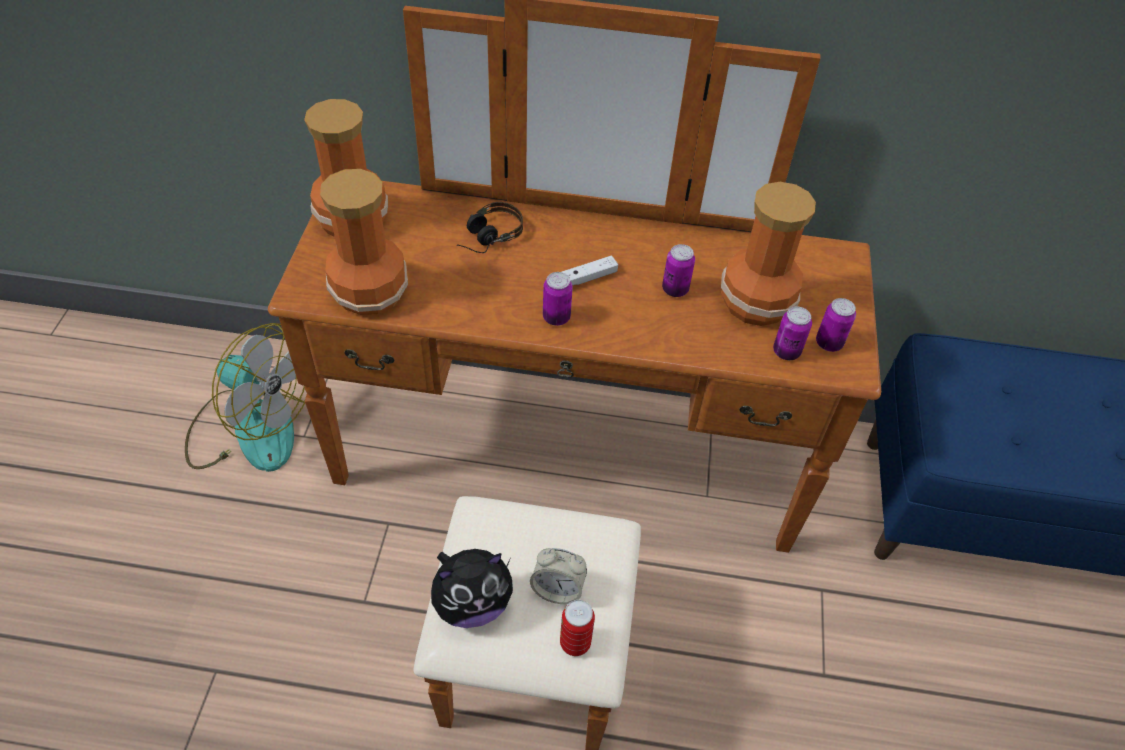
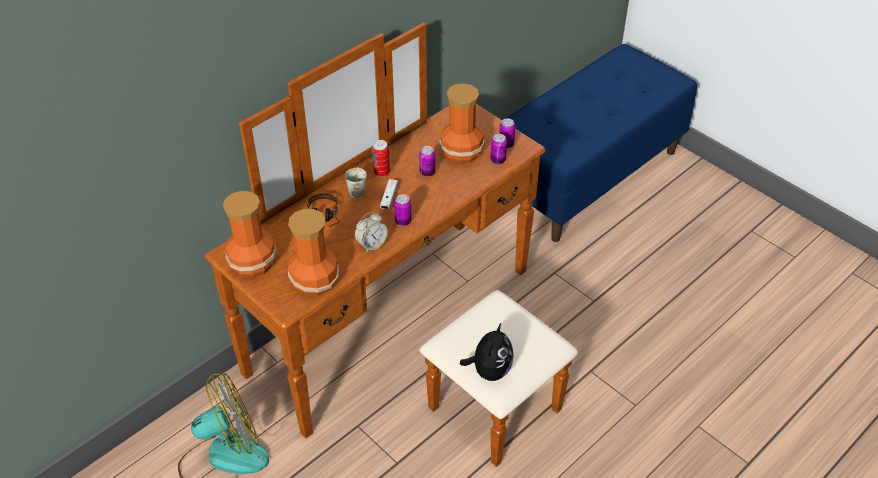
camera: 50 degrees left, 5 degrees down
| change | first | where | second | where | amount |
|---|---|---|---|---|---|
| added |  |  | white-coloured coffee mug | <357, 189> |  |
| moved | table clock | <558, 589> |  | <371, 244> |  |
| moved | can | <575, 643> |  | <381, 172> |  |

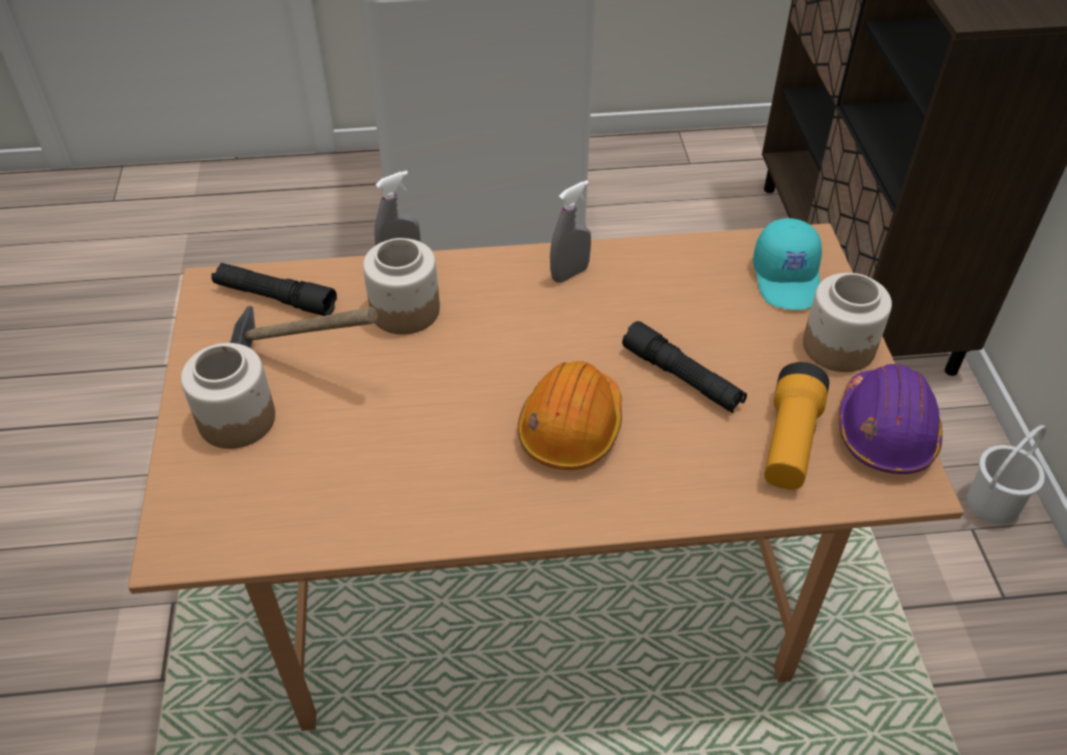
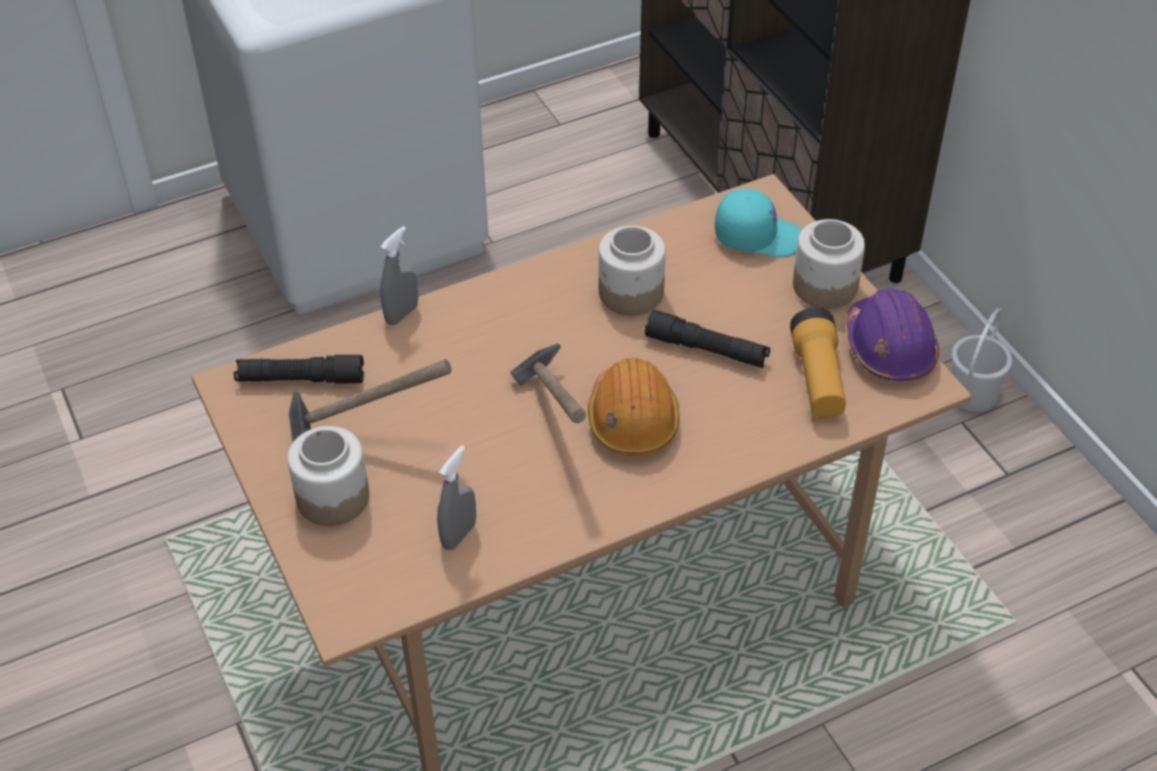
camera: 20 degrees left, 0 degrees up
| change | first | where | second | where | amount |
|---|---|---|---|---|---|
| added |  |  | tool hammer | <555, 419> |  |
| moved | preserve jar | <404, 311> |  | <630, 293> |  |
| moved | grey spray bottle | <569, 274> |  | <459, 535> |  |
| turned | turquoise-coloured cap | <788, 278> |  | <758, 236> | 60 degrees counterclockwise |

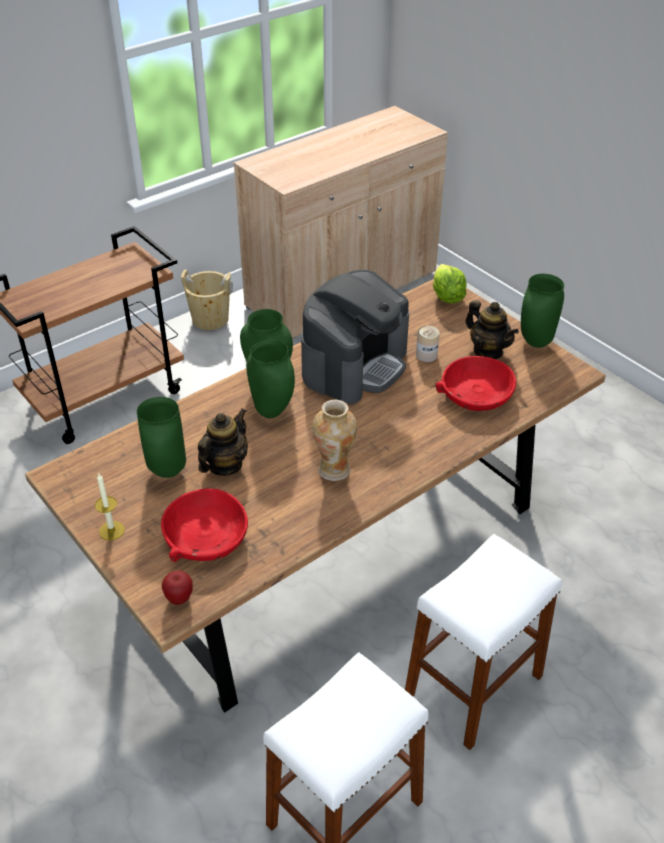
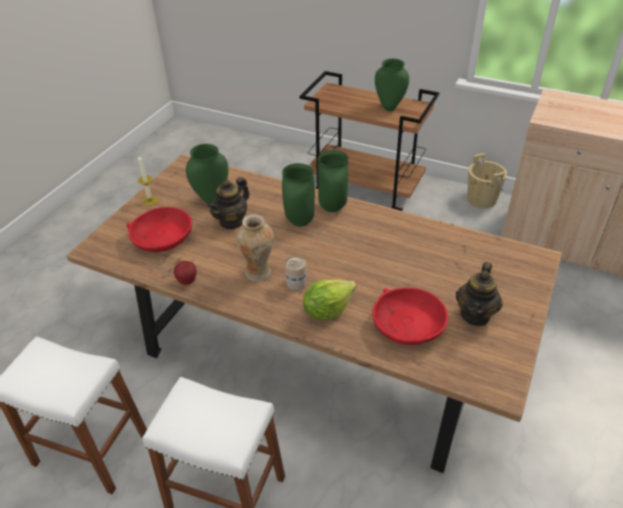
camera: 65 degrees right, 0 degrees up
| change | first | where | second | where | amount |
|---|---|---|---|---|---|
| removed | coffee brewer | <355, 365> |  |  |  |
| moved | apple fruit | <179, 598> |  | <187, 281> |  |
| moved | can | <426, 355> |  | <296, 283> |  |
| moved | lettuce | <447, 297> |  | <327, 310> |  |
| moved | greenish decorative vase | <535, 342> |  | <390, 107> |  |
| turned | tea pot | <225, 465> |  | <232, 221> | 120 degrees clockwise |

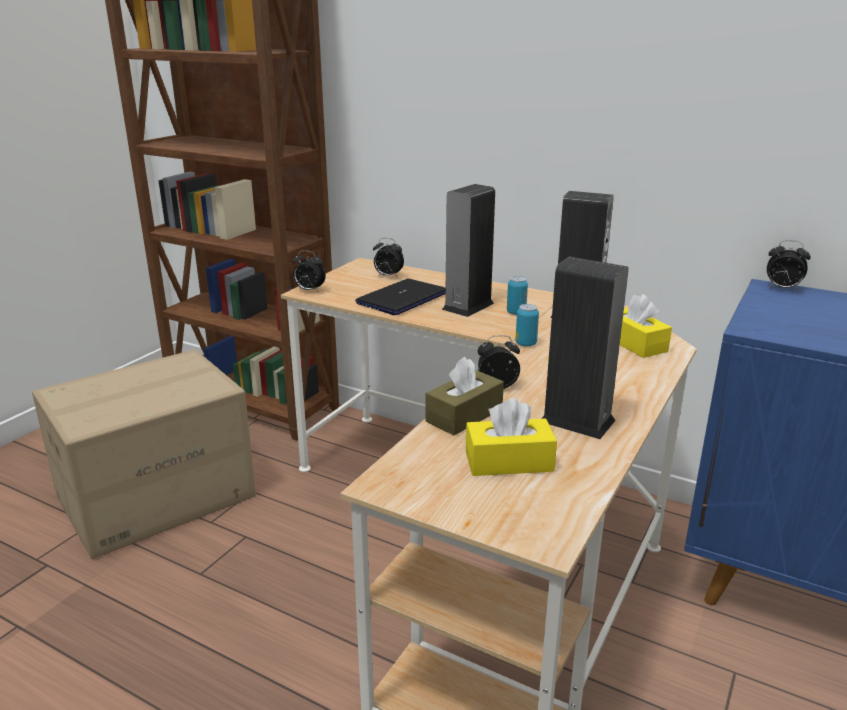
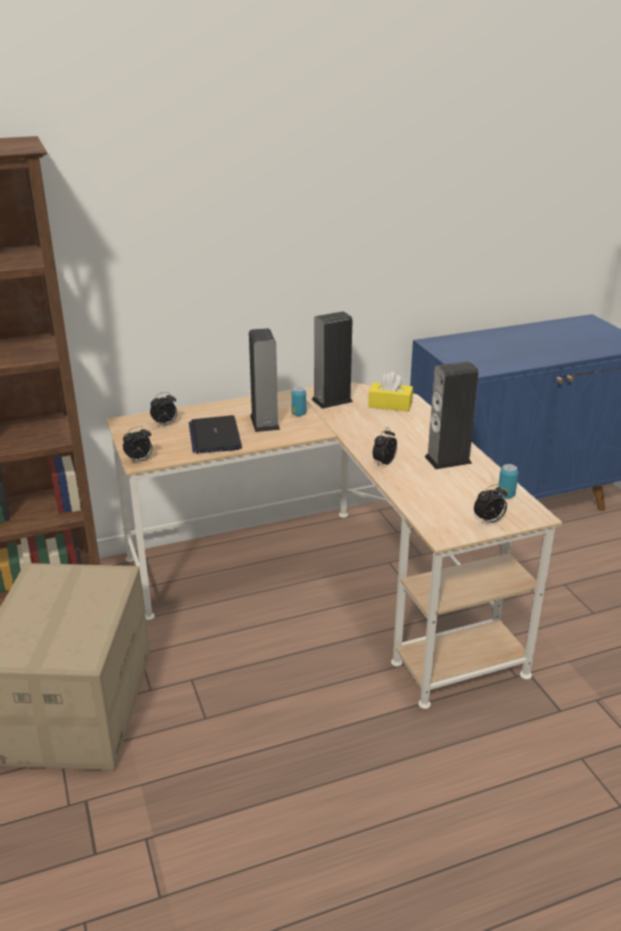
camera: 50 degrees left, 5 degrees up
| change | first | where | second | where | amount |
|---|---|---|---|---|---|
| removed | brown tissue holder | <464, 415> |  |  |  |
| removed | yellow-coloured tissue holder | <509, 462> |  |  |  |
| moved | can | <526, 344> |  | <506, 495> |  |
| moved | table clock | <782, 289> |  | <489, 521> |  |

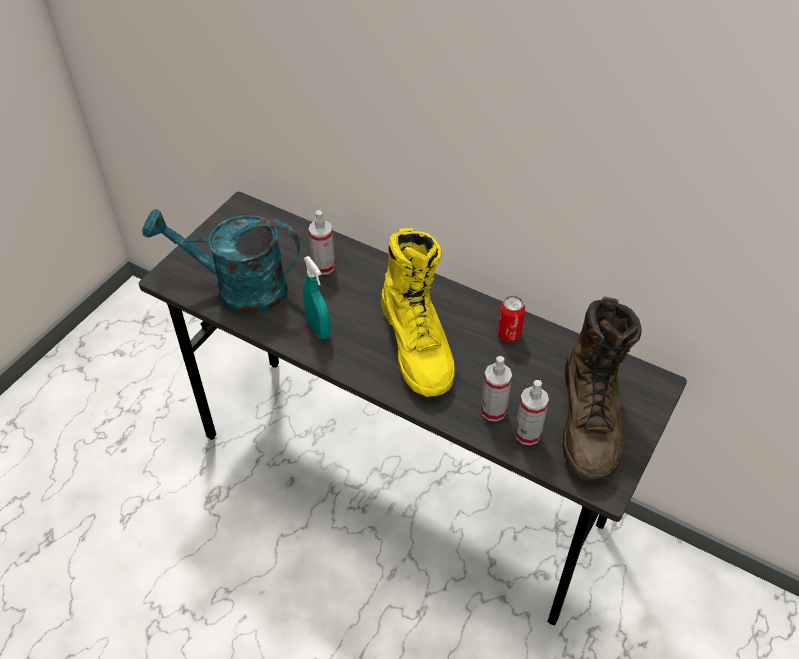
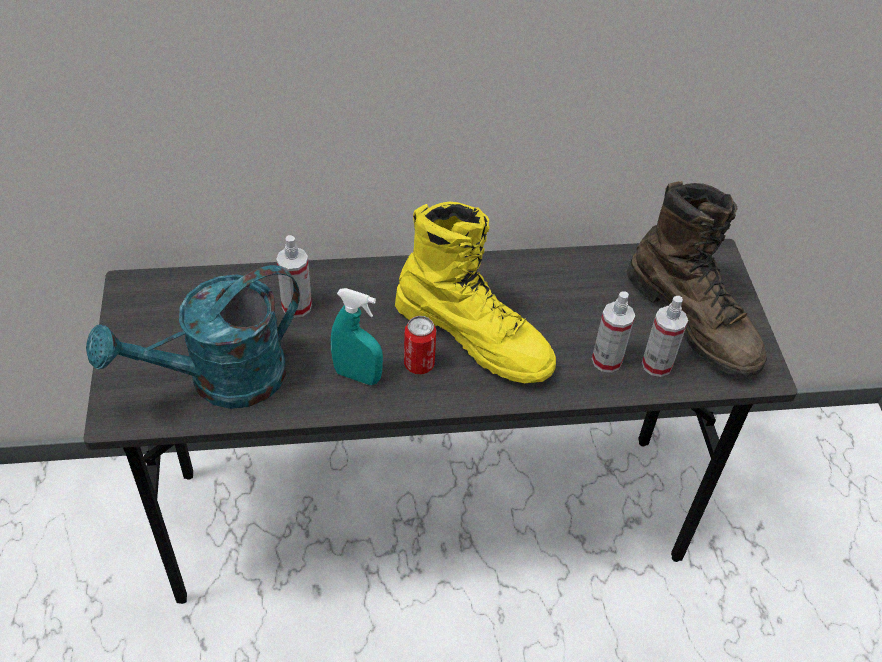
camera: 40 degrees left, 0 degrees up
| change | first | where | second | where | amount |
|---|---|---|---|---|---|
| moved | can | <509, 334> |  | <419, 364> |  |

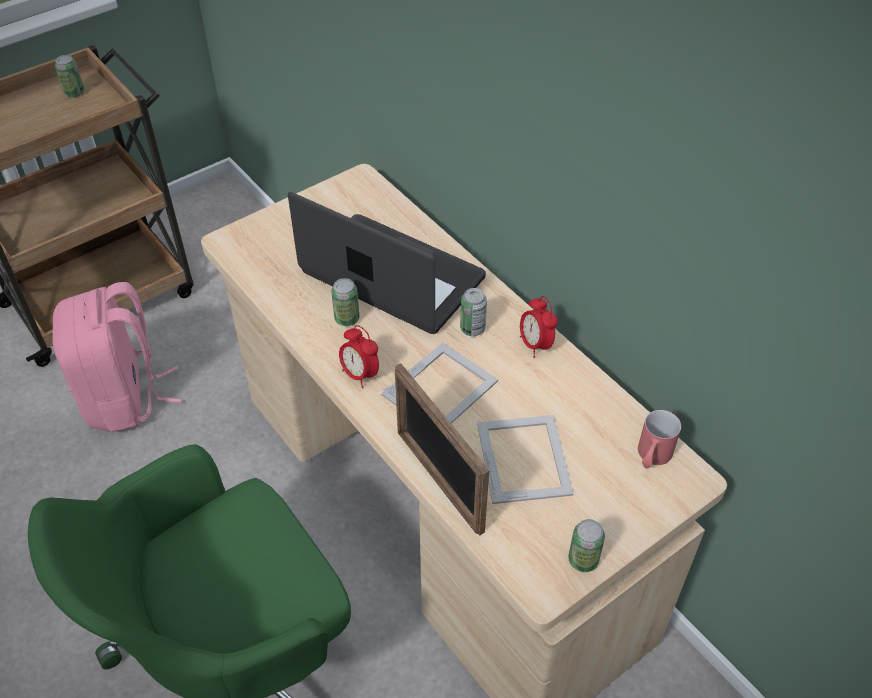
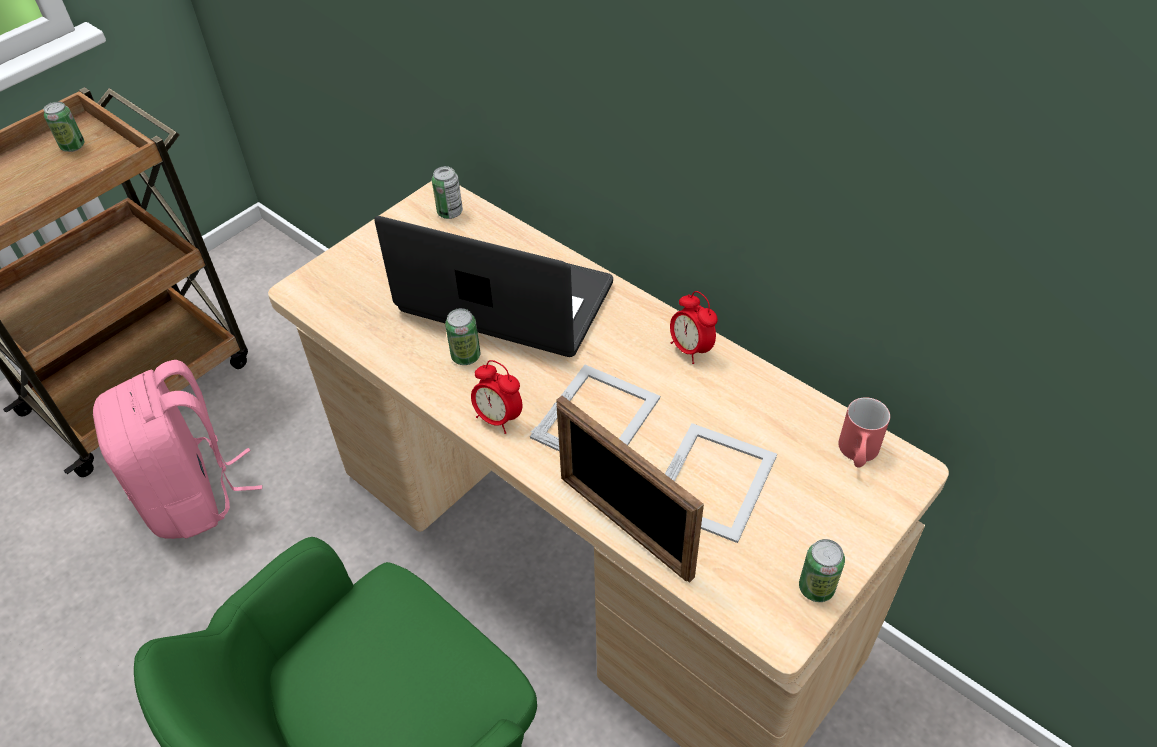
camera: 10 degrees left, 0 degrees up
| change | first | where | second | where | amount |
|---|---|---|---|---|---|
| moved | can | <472, 328> |  | <450, 212> |  |
| turned | photo frame | <524, 457> |  | <715, 480> | 45 degrees clockwise |

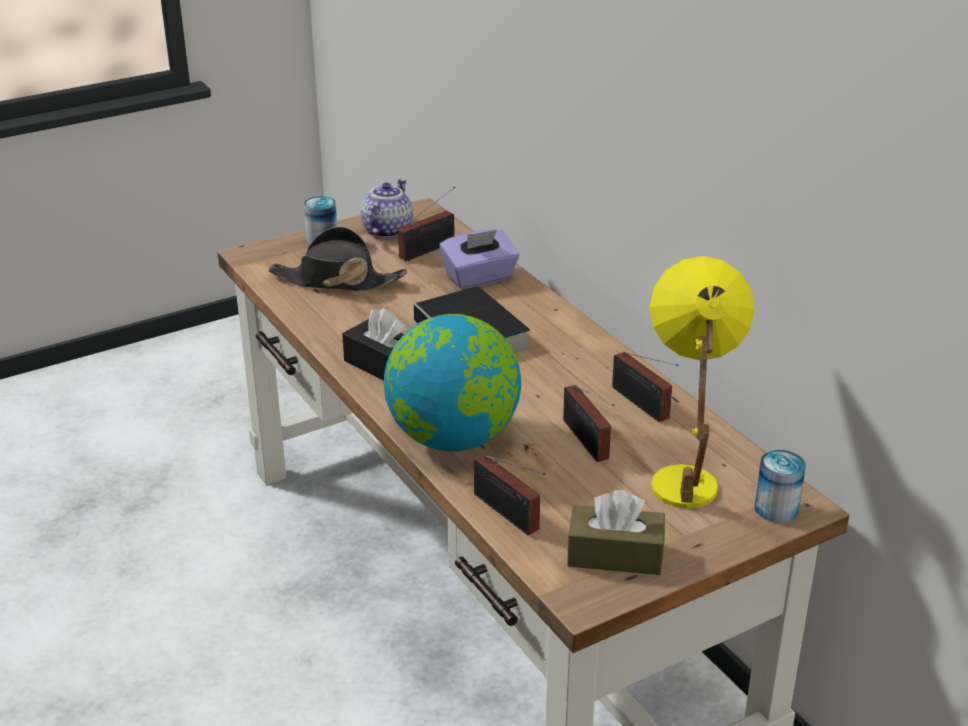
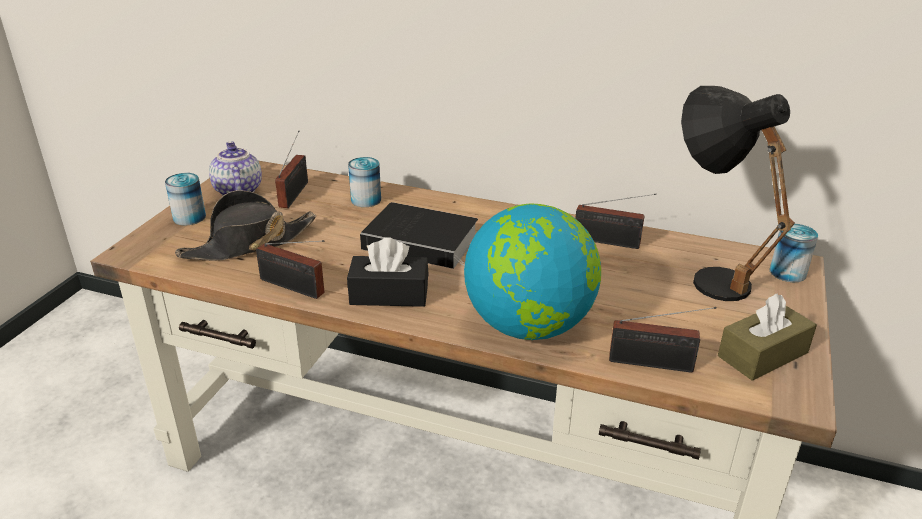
camera: 40 degrees left, 0 degrees up
| change | first | where | second | where | amount |
|---|---|---|---|---|---|
| moved | radio | <586, 442> |  | <295, 288> |  |
| replaced | purple-coloured tissue holder | <479, 278> | can | <366, 200> |  |
| recoloured | yellow-coloured lamp for a table | <687, 473> | blackish lamp for a table | <707, 274> |  |

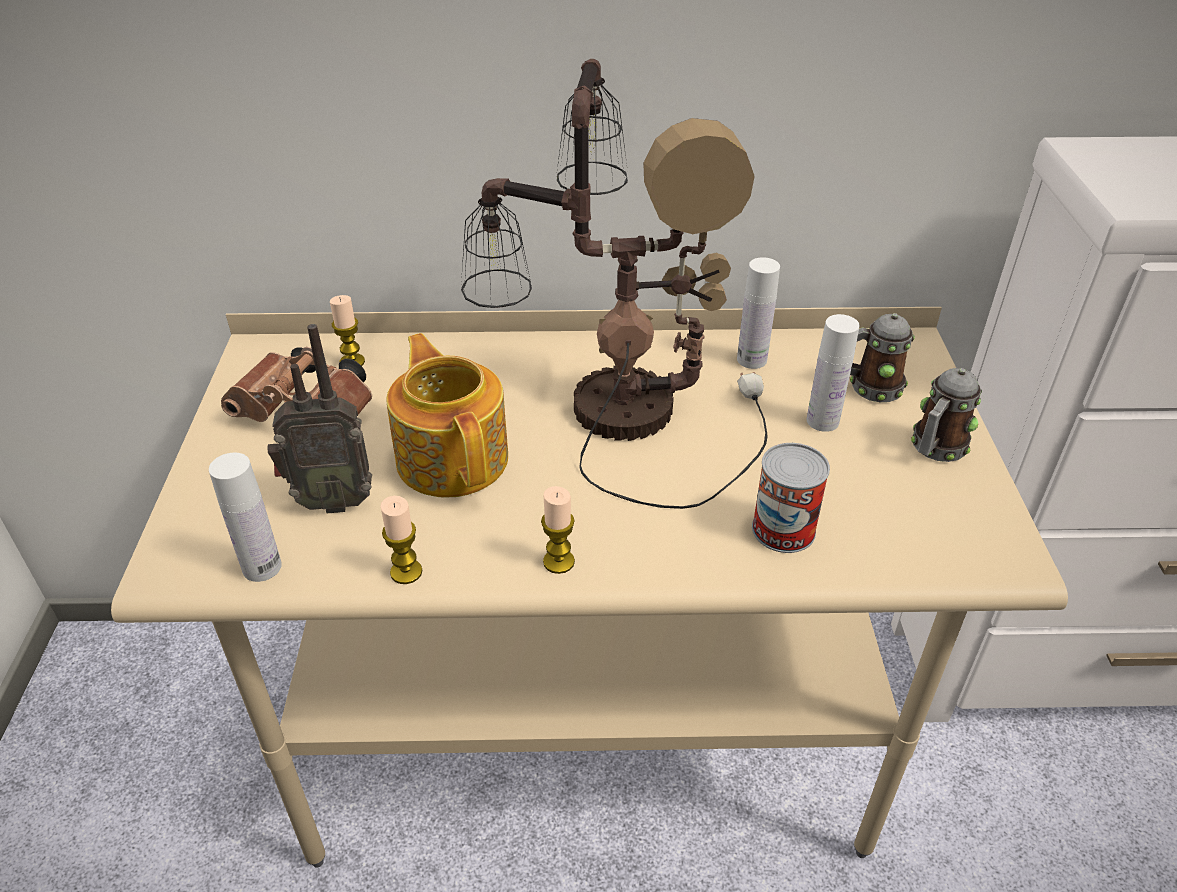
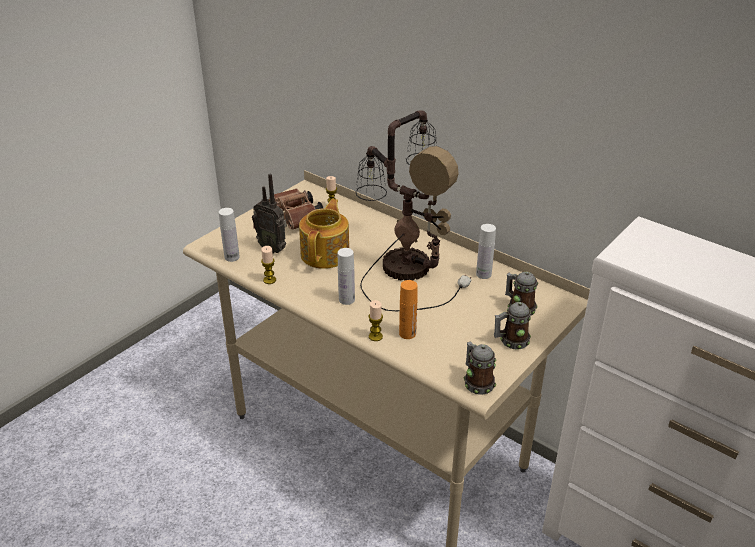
camera: 40 degrees right, 5 degrees down
| change | first | where | second | where | amount |
|---|---|---|---|---|---|
| added |  |  | coffee mug | <477, 382> |  |
| moved | wax light | <558, 562> |  | <375, 336> |  |
| moved | white-coloured bottle | <822, 421> |  | <346, 300> |  |
| replaced | can | <783, 529> | orangey bottle | <407, 333> |  |

